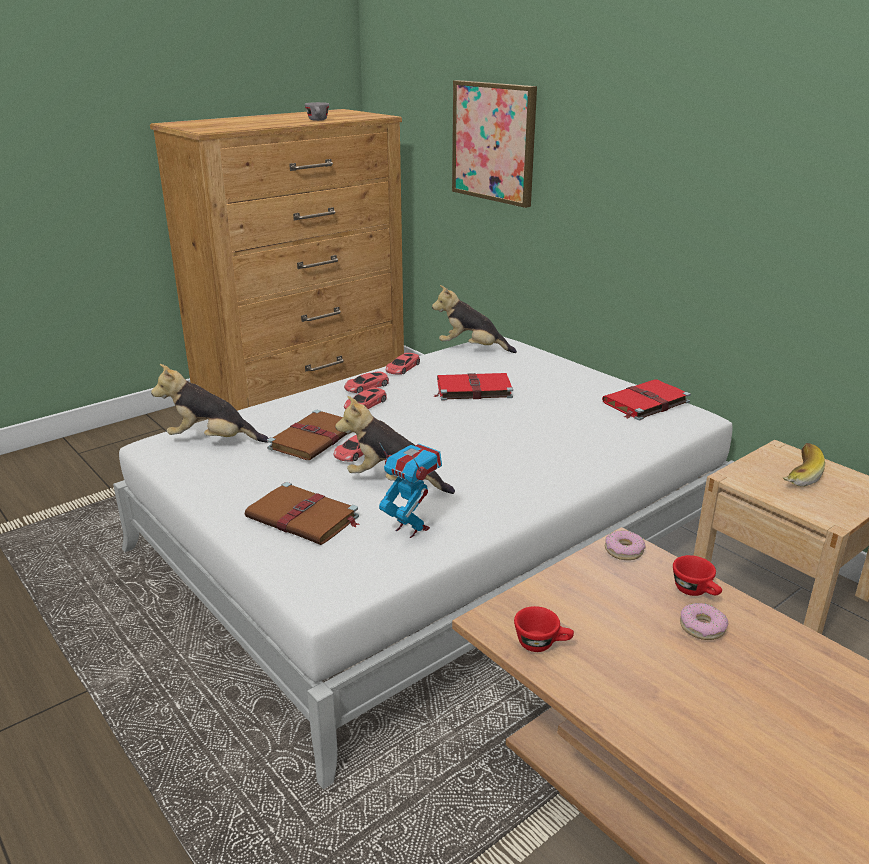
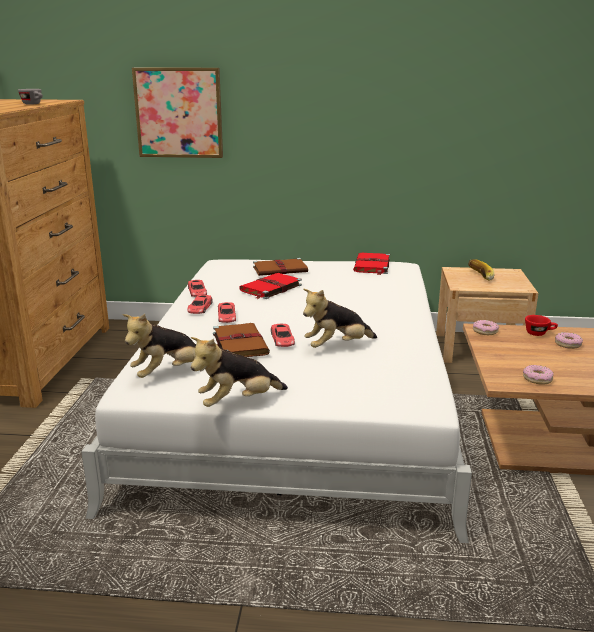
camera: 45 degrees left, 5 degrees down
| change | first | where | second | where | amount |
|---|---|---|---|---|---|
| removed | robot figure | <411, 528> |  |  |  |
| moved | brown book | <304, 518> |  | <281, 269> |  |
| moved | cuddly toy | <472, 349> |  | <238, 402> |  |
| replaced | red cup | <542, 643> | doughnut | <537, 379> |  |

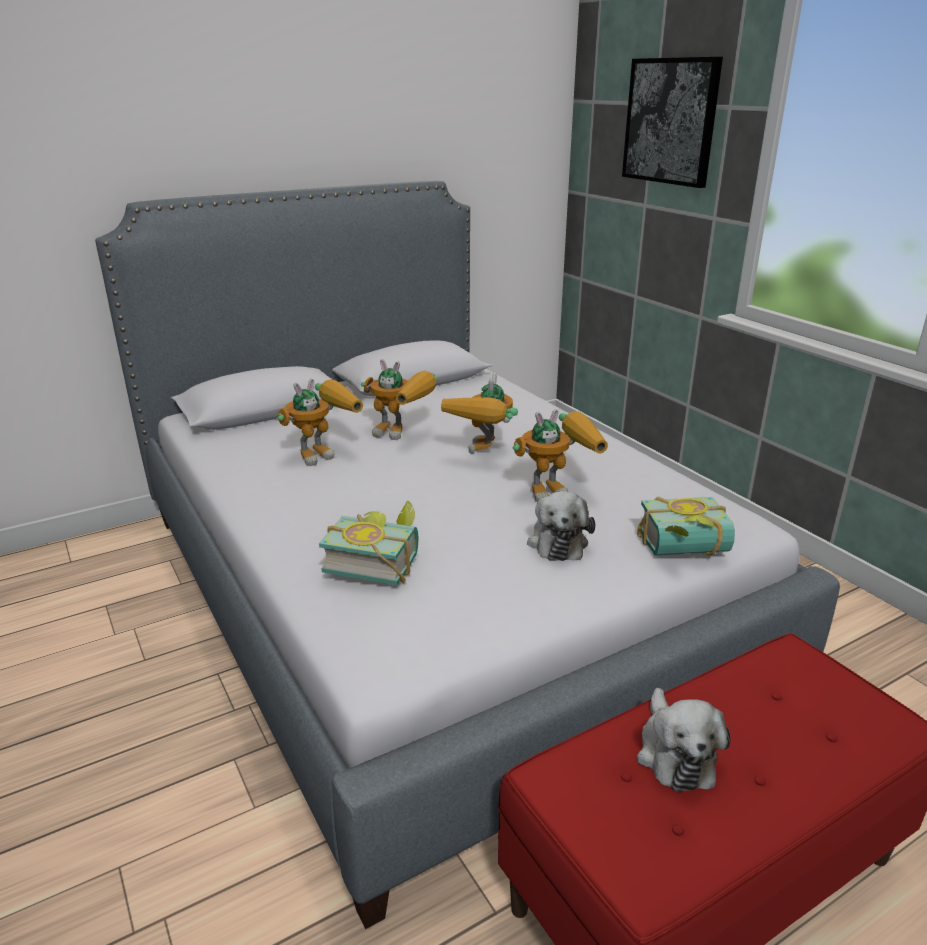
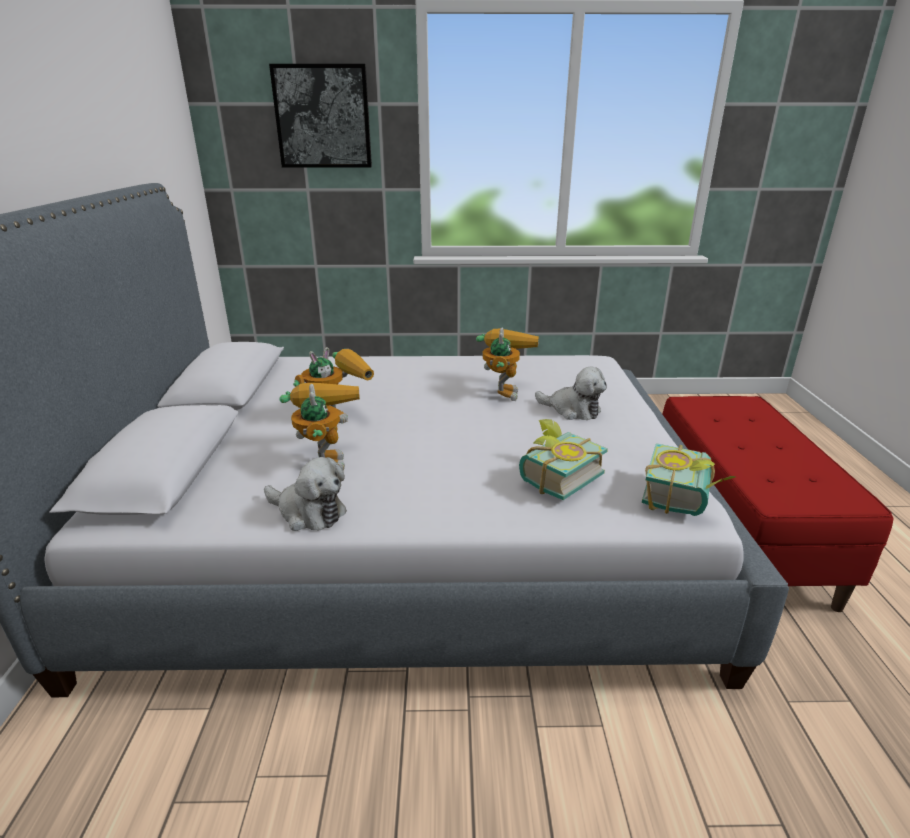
camera: 60 degrees left, 0 degrees up
| change | first | where | second | where | amount |
|---|---|---|---|---|---|
| removed | robot figure | <485, 454> |  |  |  |
| moved | book | <685, 550> |  | <684, 497> |  |
| moved | cuddly toy | <675, 753> |  | <308, 512> |  |

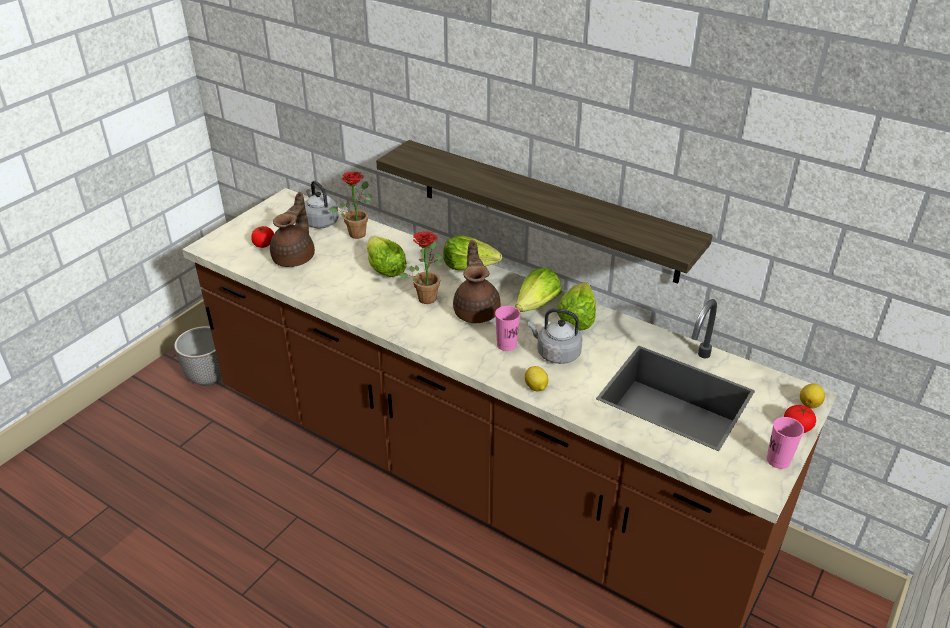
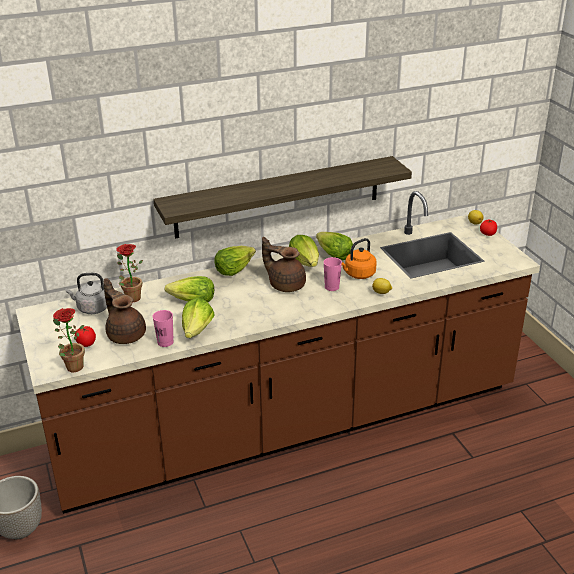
camera: 55 degrees left, 5 degrees down
| change | first | where | second | where | amount |
|---|---|---|---|---|---|
| added |  |  | lettuce | <197, 330> |  |
| moved | plant in a pot | <427, 296> |  | <72, 366> |  |
| moved | pink cup | <778, 460> |  | <165, 342> |  |
| recoloured | grey tea kettle | <556, 353> | orangey tea kettle | <358, 274> |  |

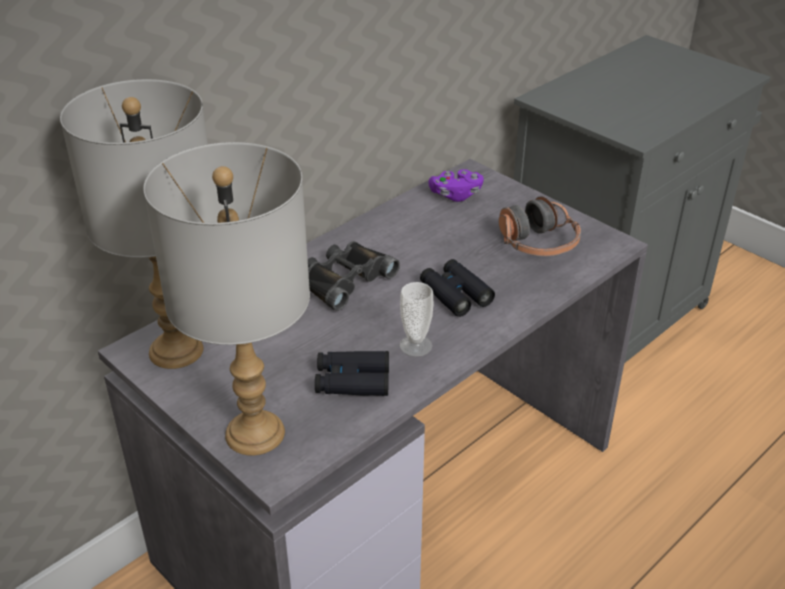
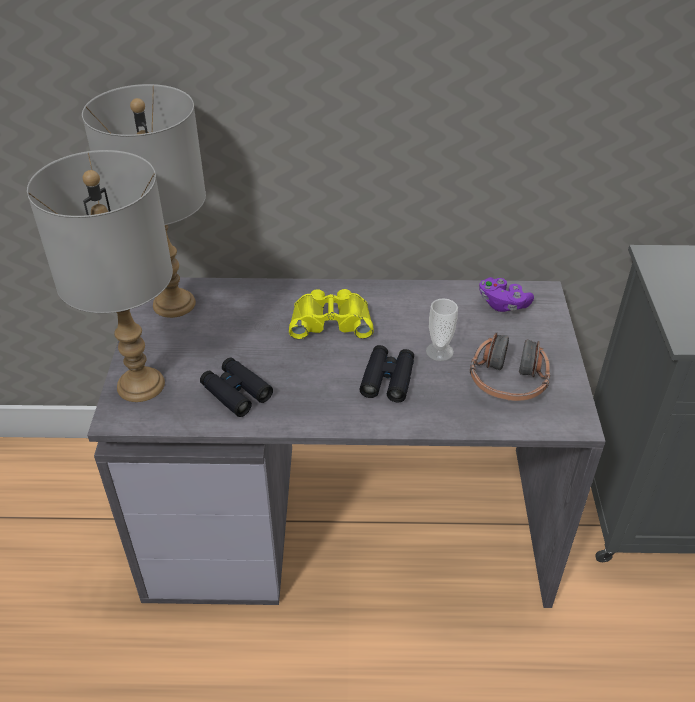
camera: 45 degrees right, 5 degrees up
| change | first | where | second | where | amount |
|---|---|---|---|---|---|
| moved | cup | <415, 345> |  | <439, 351> |  |
| recoloured | blackish pair of binoculars | <345, 280> | yellow-coloured pair of binoculars | <331, 320> |  |

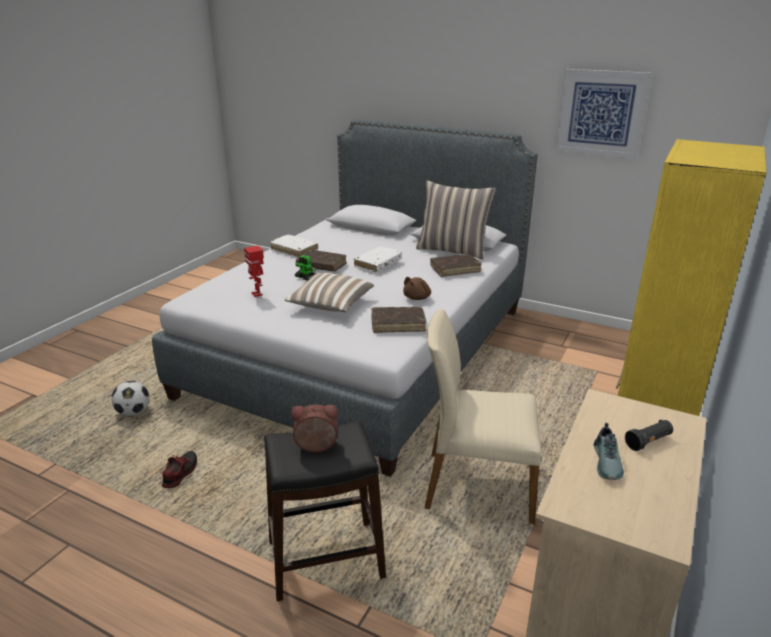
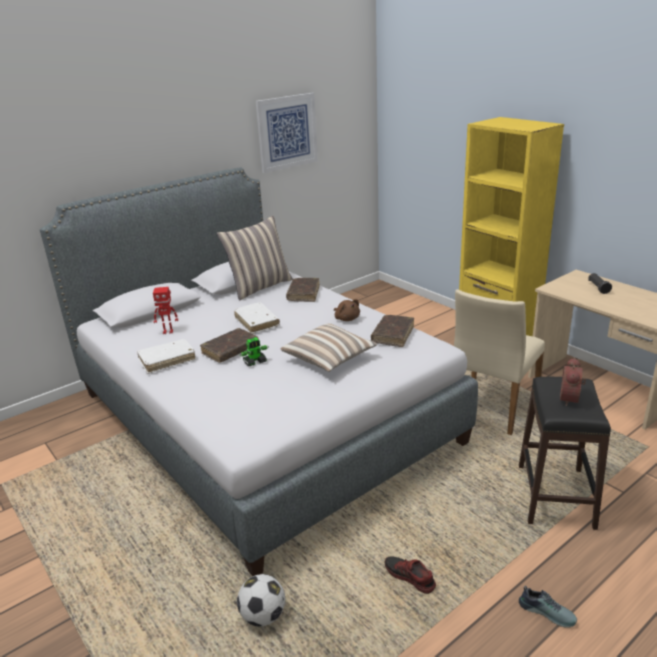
camera: 65 degrees left, 0 degrees up
| change | first | where | second | where | amount |
|---|---|---|---|---|---|
| moved | robot figure | <257, 294> |  | <168, 331> |  |
| moved | item of footwear | <608, 462> |  | <547, 611> |  |

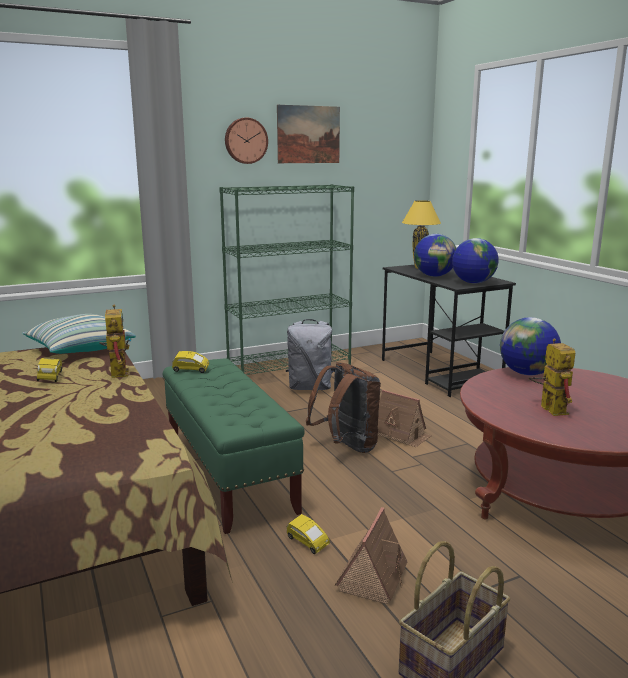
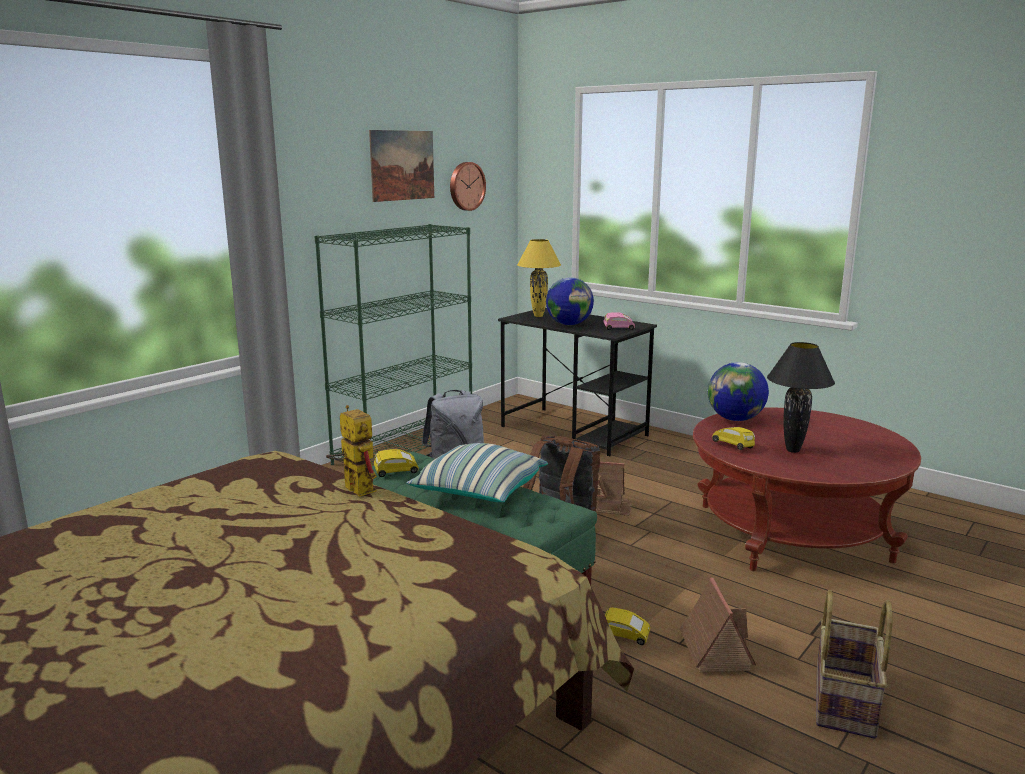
camera: 25 degrees left, 0 degrees up
| change | first | where | second | where | amount |
|---|---|---|---|---|---|
| moved | cushion | <80, 350> |  | <479, 492> |  |
| moved | yellow-coloured miniature car | <51, 377> |  | <733, 446> |  |
| moved | clock on the wall | <245, 141> |  | <466, 186> |  |
| replaced | desk globe | <473, 283> | pink miniature car | <619, 329> |  |
| replaced | robot figure | <548, 408> | blackish lamp for a table | <792, 450> |  |

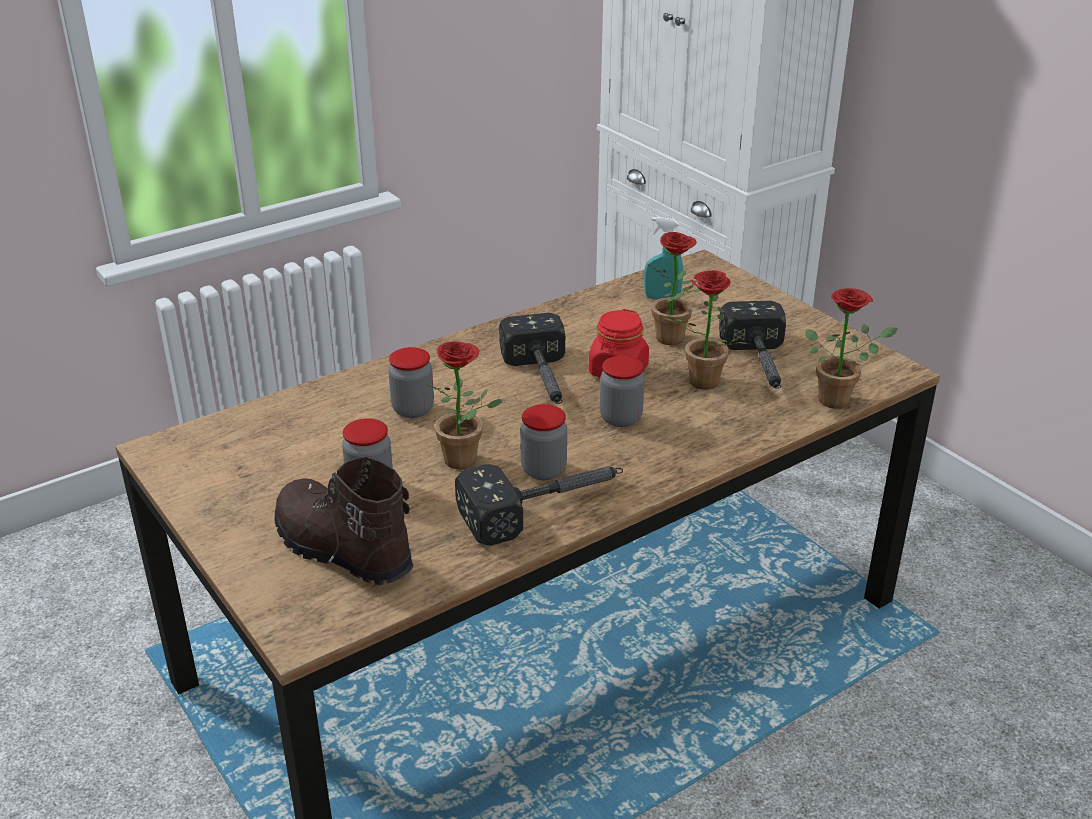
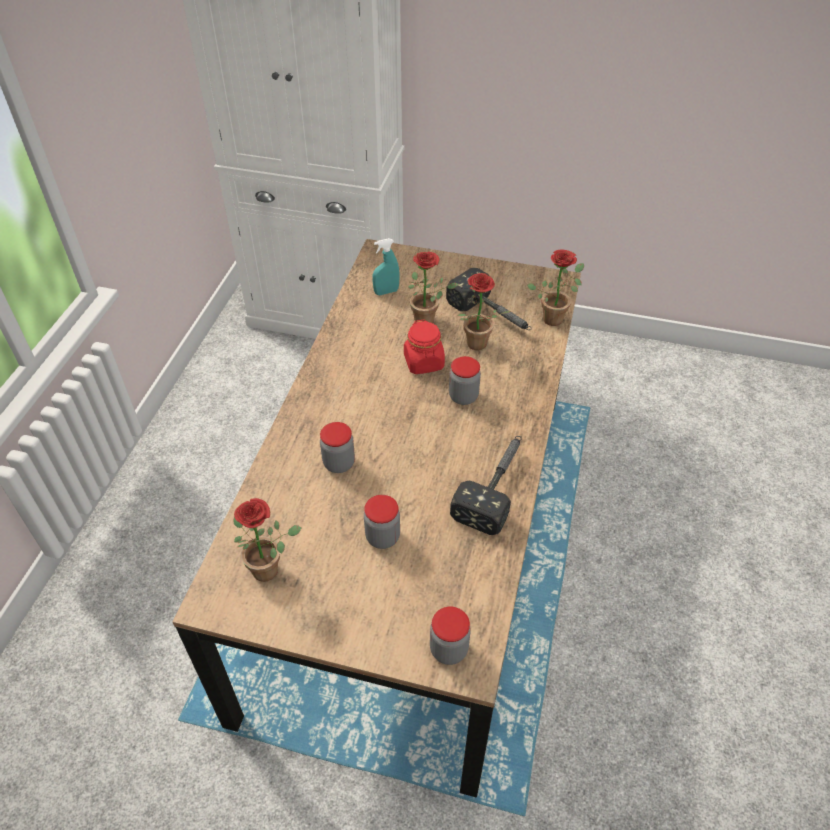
camera: 40 degrees left, 15 degrees up
| change | first | where | second | where | amount |
|---|---|---|---|---|---|
| removed | brown high-top boot | <341, 550> |  |  |  |
| removed | tool hammer | <542, 381> |  |  |  |
| moved | plant in a pot | <467, 461> |  | <271, 568> |  |
| moved | preserve jar | <543, 470> |  | <448, 649> |  |

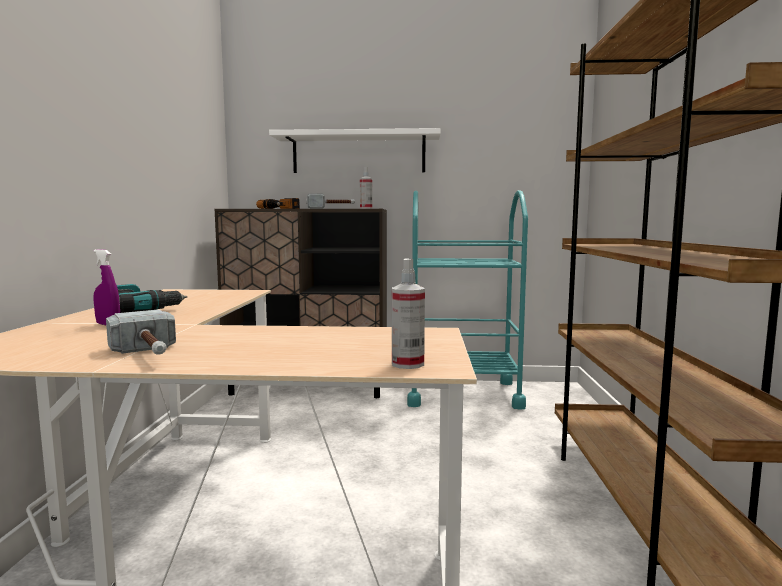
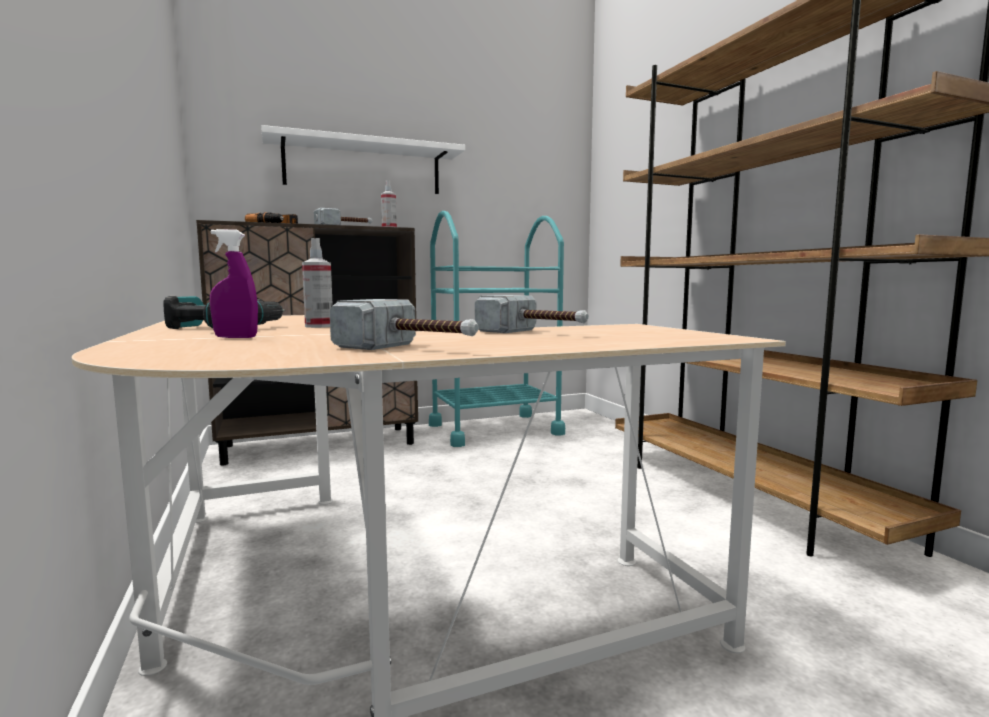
camera: 25 degrees left, 0 degrees up
| change | first | where | second | where | amount |
|---|---|---|---|---|---|
| added |  |  | tool hammer | <534, 332> |  |
| moved | spray bottle | <407, 364> |  | <319, 326> |  |

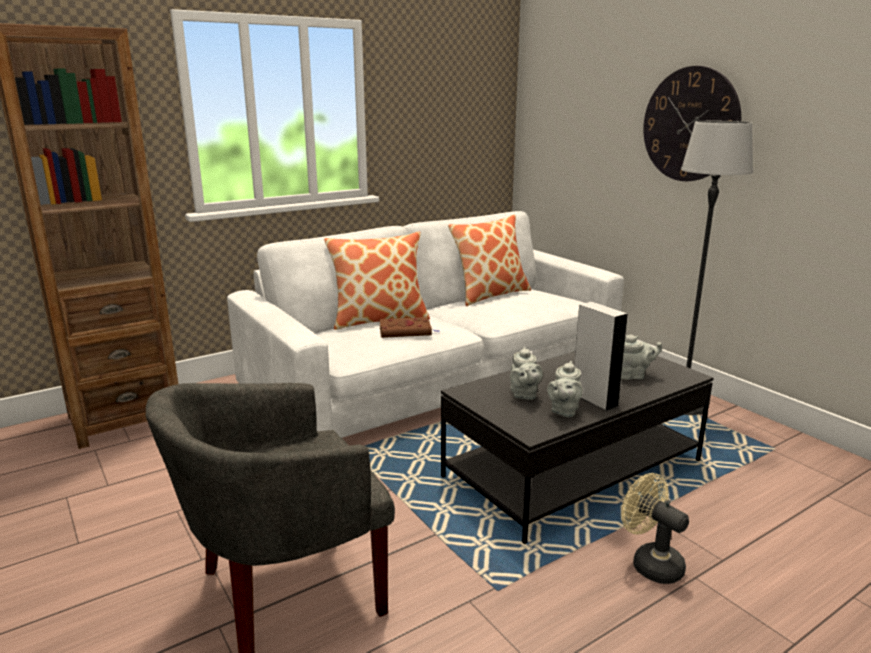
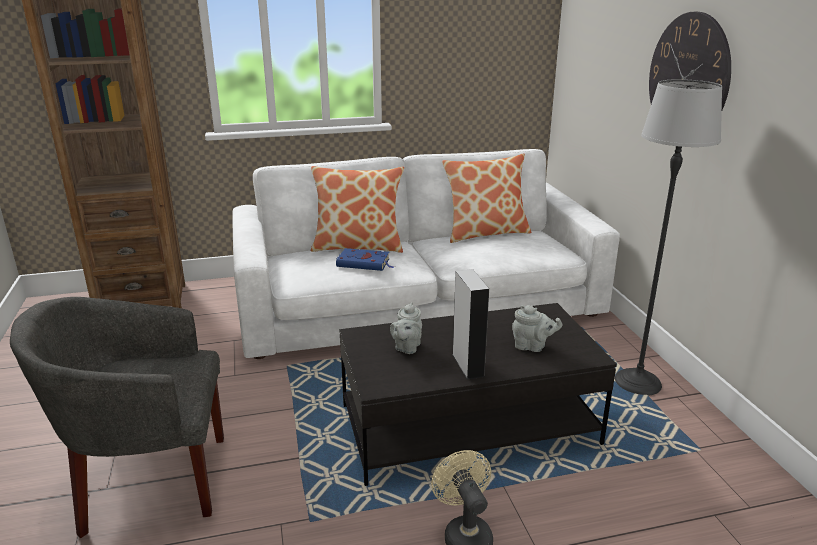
camera: 20 degrees right, 5 degrees up
| change | first | where | second | where | amount |
|---|---|---|---|---|---|
| removed | grey tea pot | <564, 411> |  |  |  |
| recoloured | brown book | <407, 331> | blue-coloured book | <365, 263> |  |

